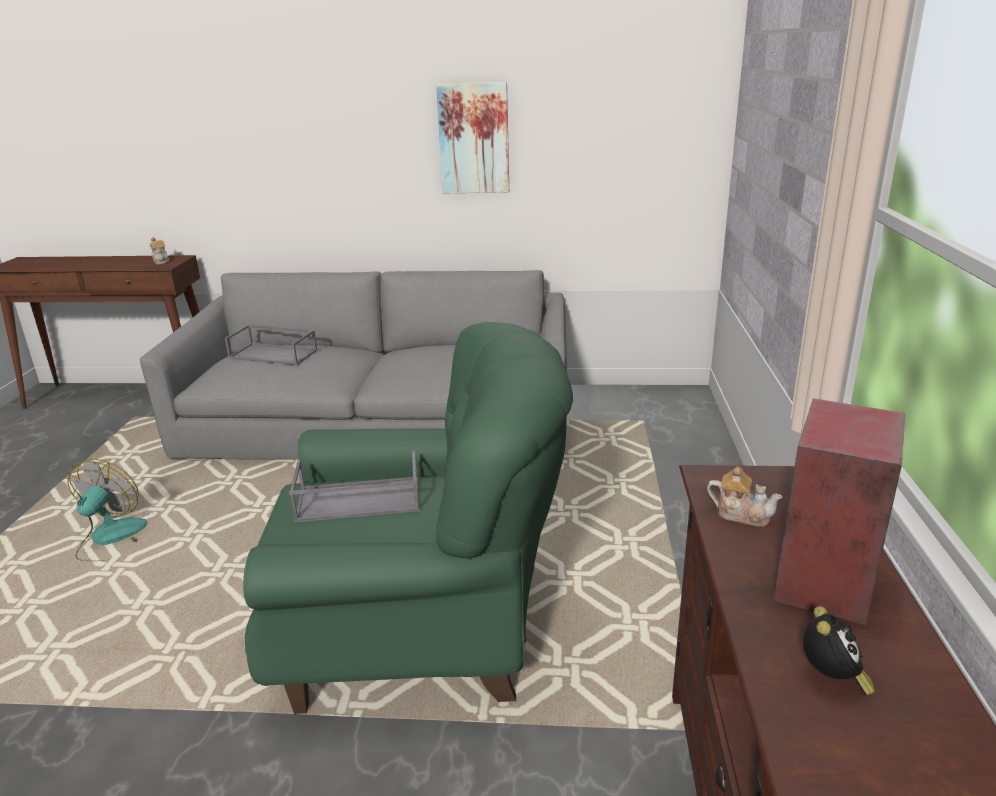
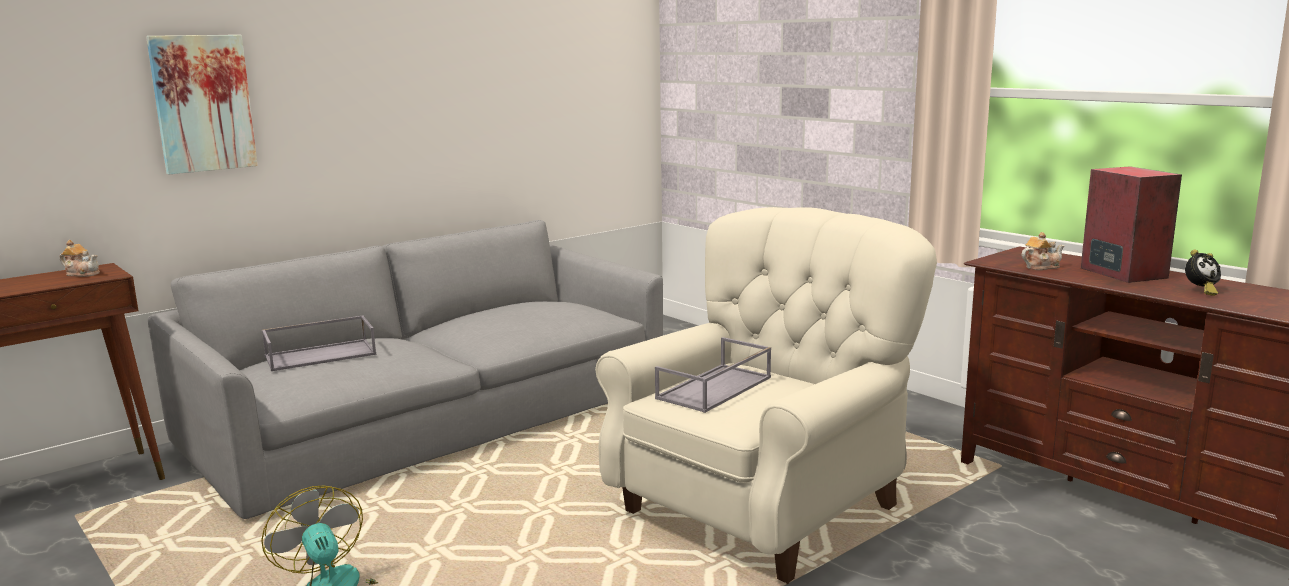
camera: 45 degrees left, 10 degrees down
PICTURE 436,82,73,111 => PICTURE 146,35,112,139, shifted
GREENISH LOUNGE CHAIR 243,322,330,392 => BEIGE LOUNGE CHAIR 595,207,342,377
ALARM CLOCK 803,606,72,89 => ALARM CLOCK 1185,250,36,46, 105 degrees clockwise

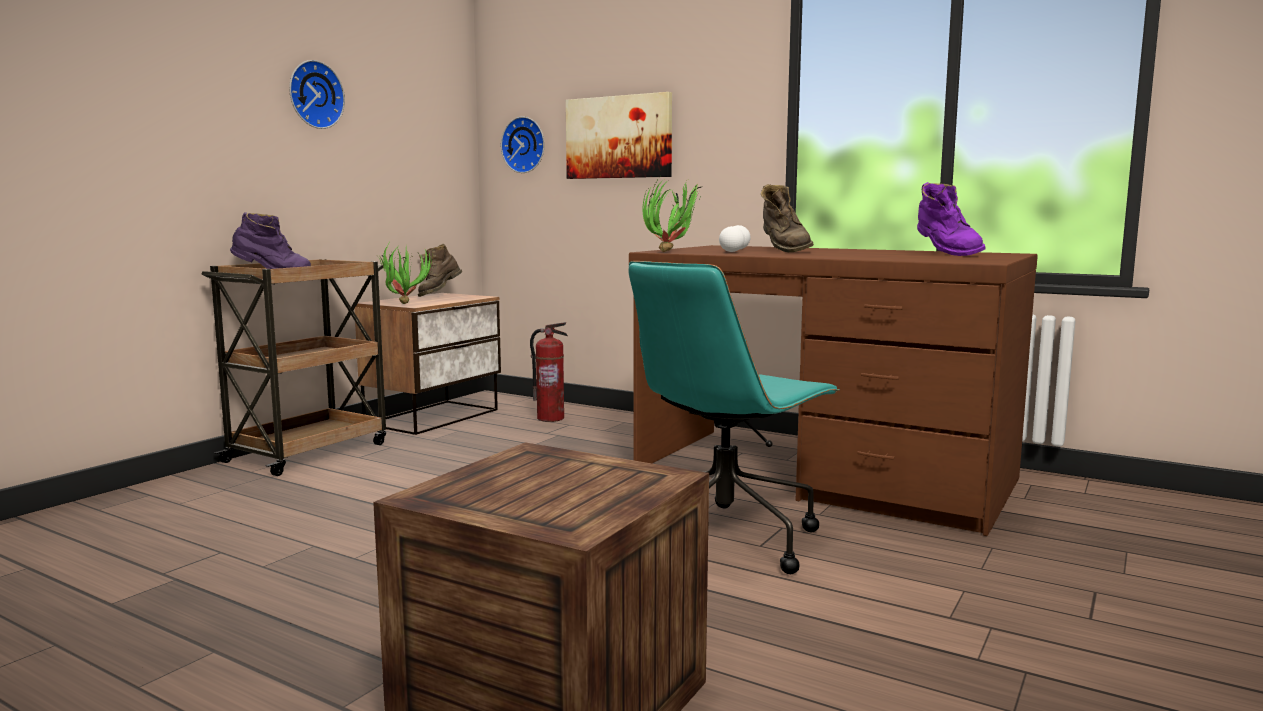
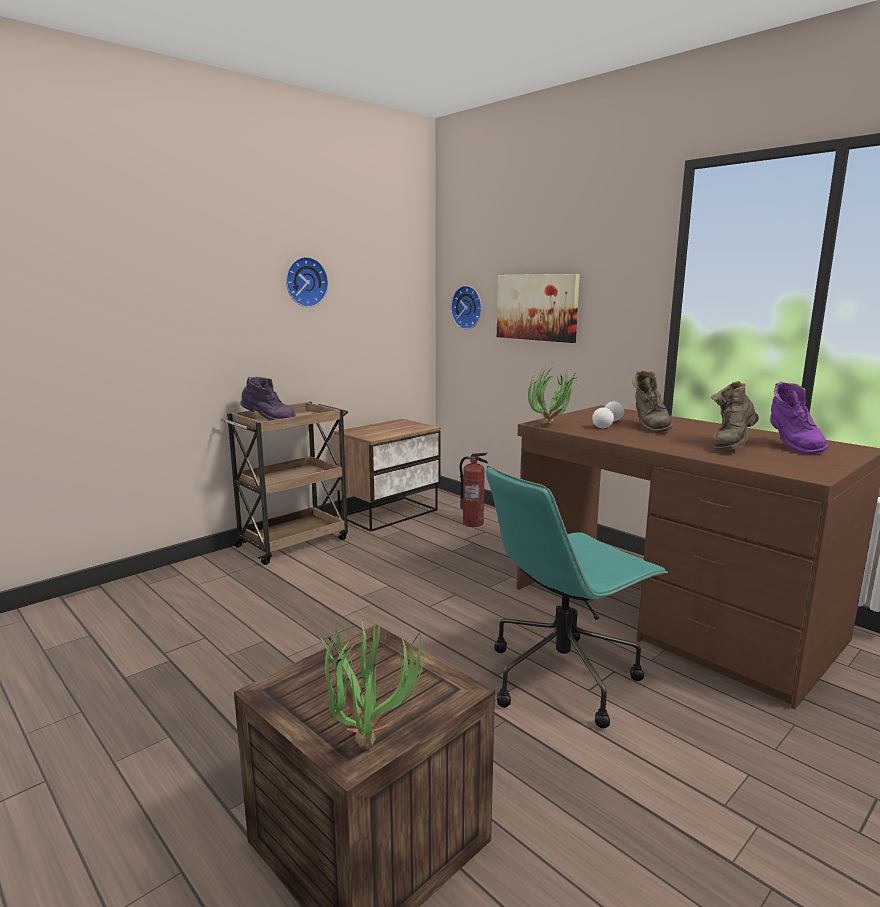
camera: 15 degrees right, 5 degrees up
POTTED PLANT 378,244,55,60 => POTTED PLANT 319,619,107,131, shifted
BROWN-COLOURED HIGH-TOP BOOT 418,244,44,53 => BROWN-COLOURED HIGH-TOP BOOT 711,381,48,70, shifted

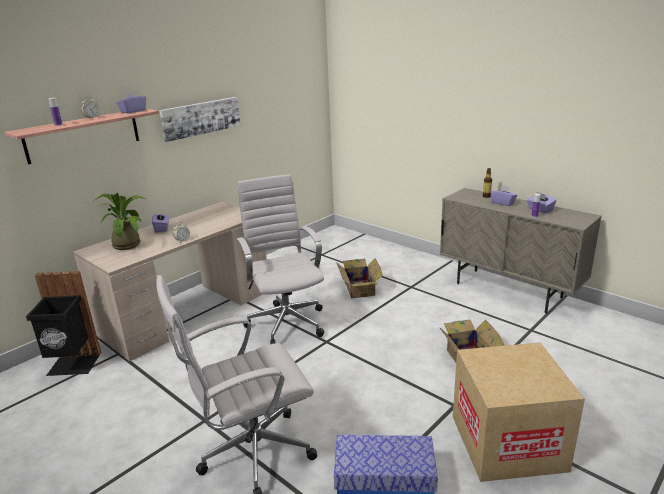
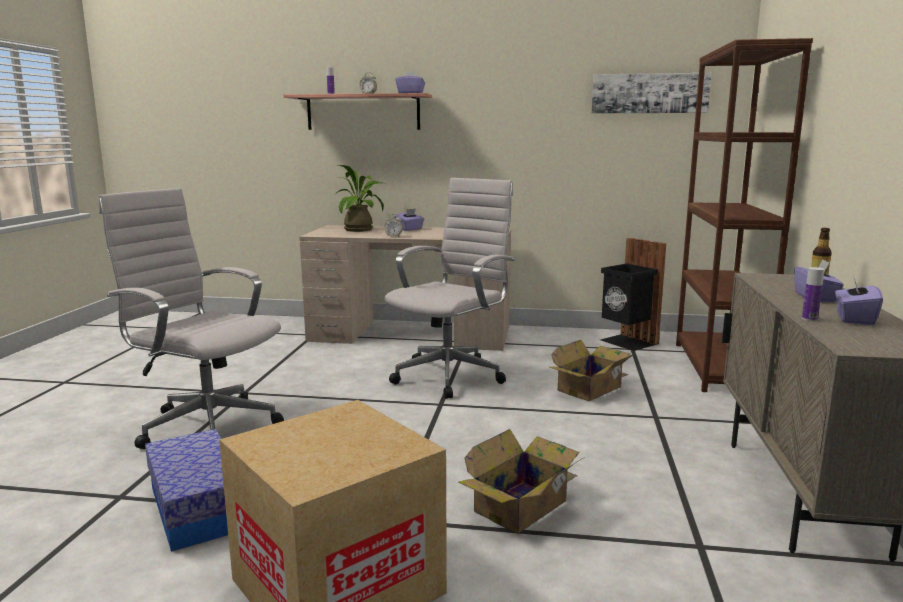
camera: 55 degrees right, 10 degrees down
nothing => BROWN-COLOURED BOOKCASE 676,38,137,354
BLACK TRASH CAN 26,271,75,105 => BLACK TRASH CAN 601,238,65,113, shifted
PICTURE 159,97,81,45 => PICTURE 591,73,120,40, shifted

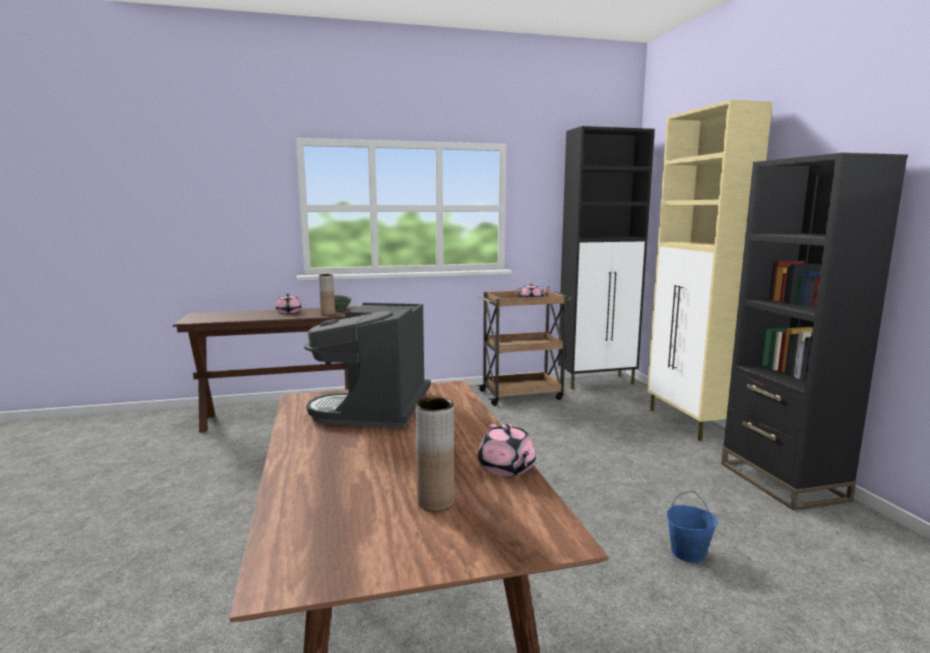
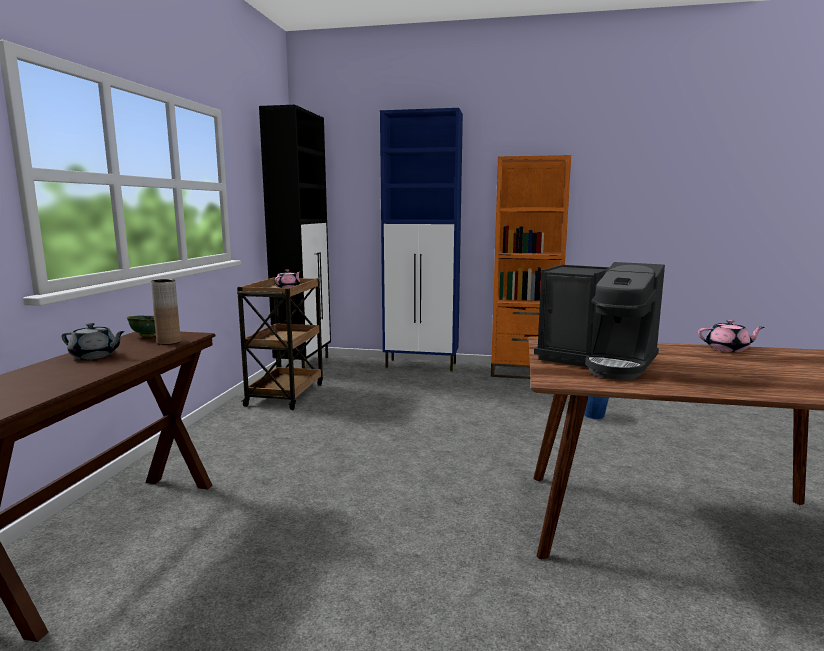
camera: 65 degrees left, 0 degrees up
BROWN-COLOURED VASE 415,397,39,114 => nothing
PINKISH TEAPOT 276,293,25,20 => GRAY TEAPOT 62,323,63,37
BEIGE CUPBOARD 647,100,125,341 => BLUE-COLOURED CUPBOARD 380,108,83,263
BLACK BOOKCASE 721,153,187,358 => ORANGE BOOKCASE 491,155,80,224

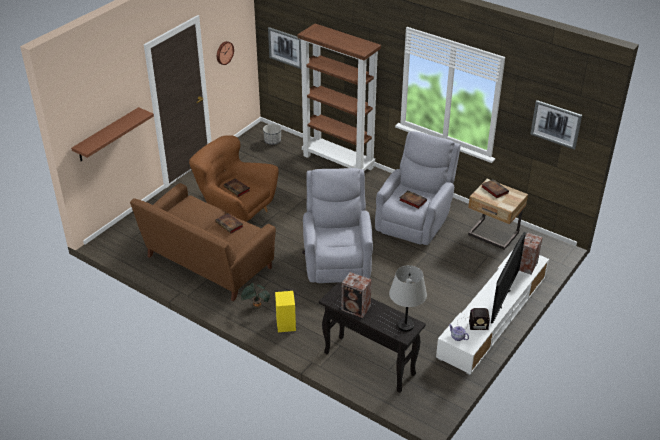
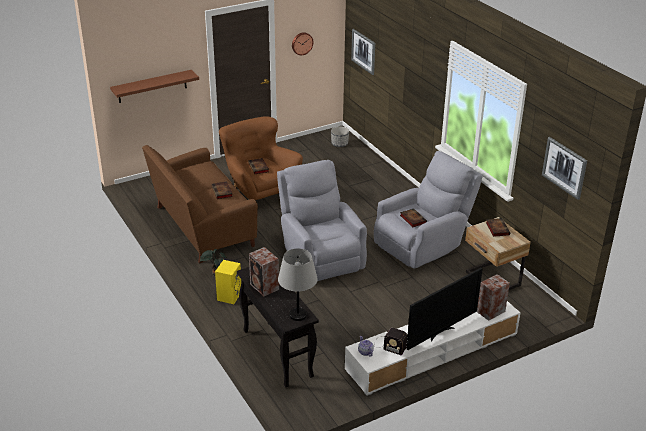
camera: 25 degrees right, 5 degrees down
BROWN-COLOURED BOOKCASE 297,24,84,147 => nothing
GRAY LOUNGE CHAIR 302,168,71,115 => GRAY LOUNGE CHAIR 277,160,90,121, 45 degrees counterclockwise

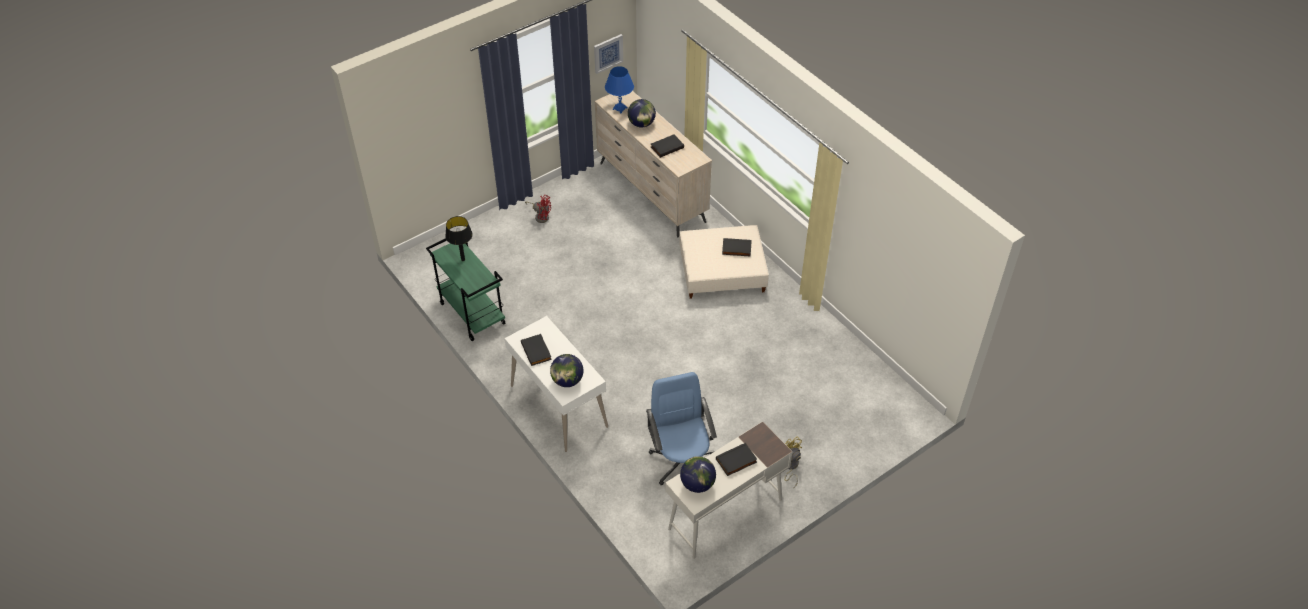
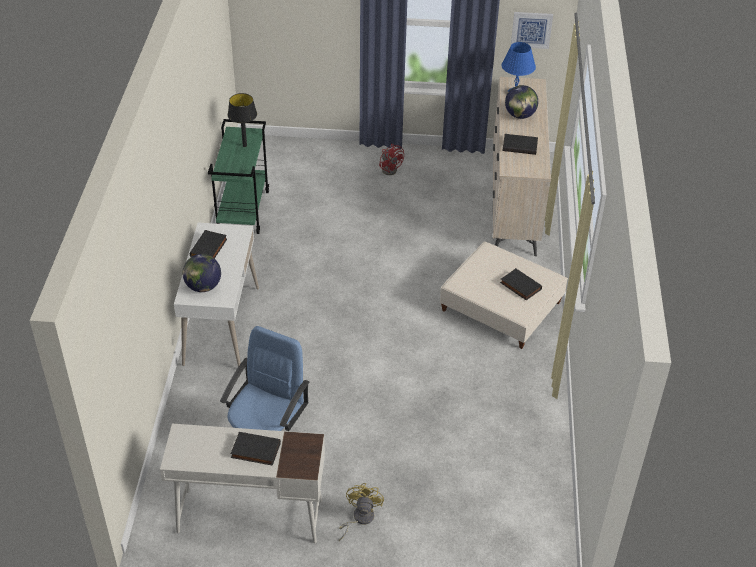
camera: 40 degrees right, 5 degrees down
WORLD GLOBE 680,456,36,37 => nothing

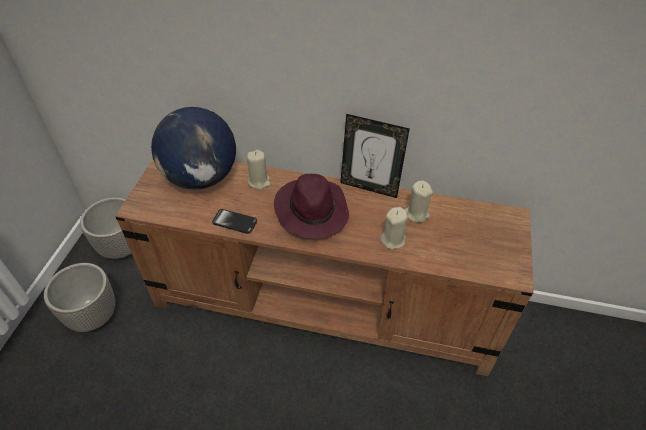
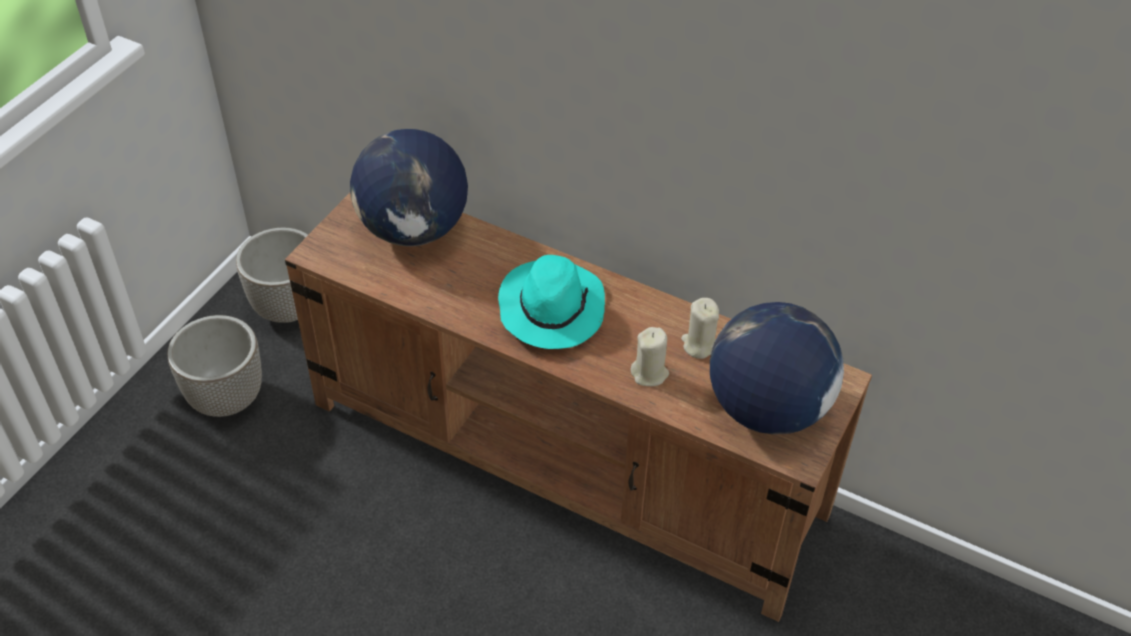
camera: 15 degrees right, 0 degrees up
TELEPHONE 212,209,45,25 => nothing
BEIGE CANDLE 247,150,24,40 => nothing
PICTURE FRAME 340,114,70,84 => nothing
nothing => WORLD GLOBE 710,302,134,133
PURPLISH WEARABLE HAT 274,174,75,65 => TURQUOISE-COLOURED WEARABLE HAT 498,255,107,94

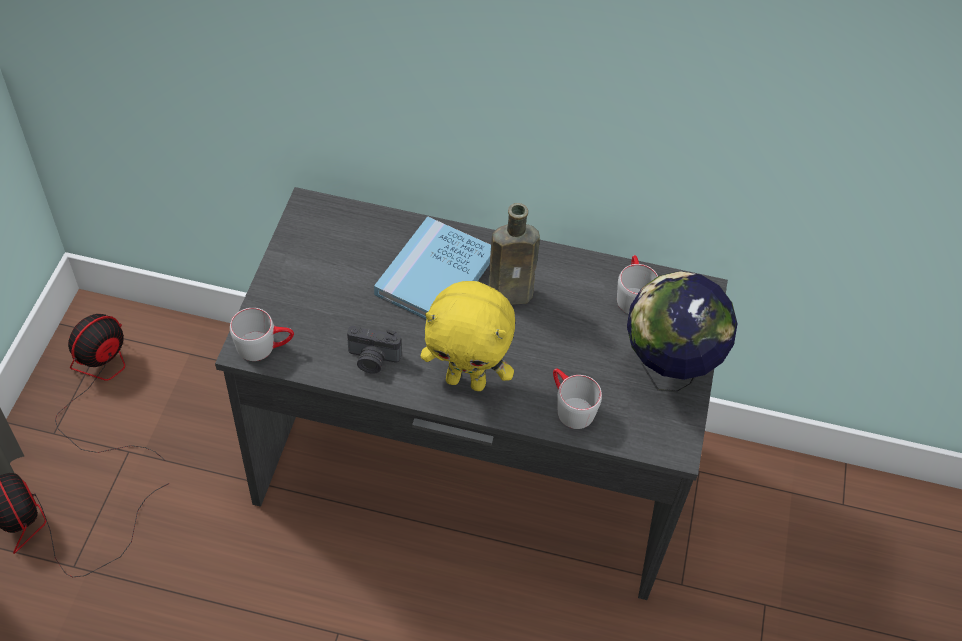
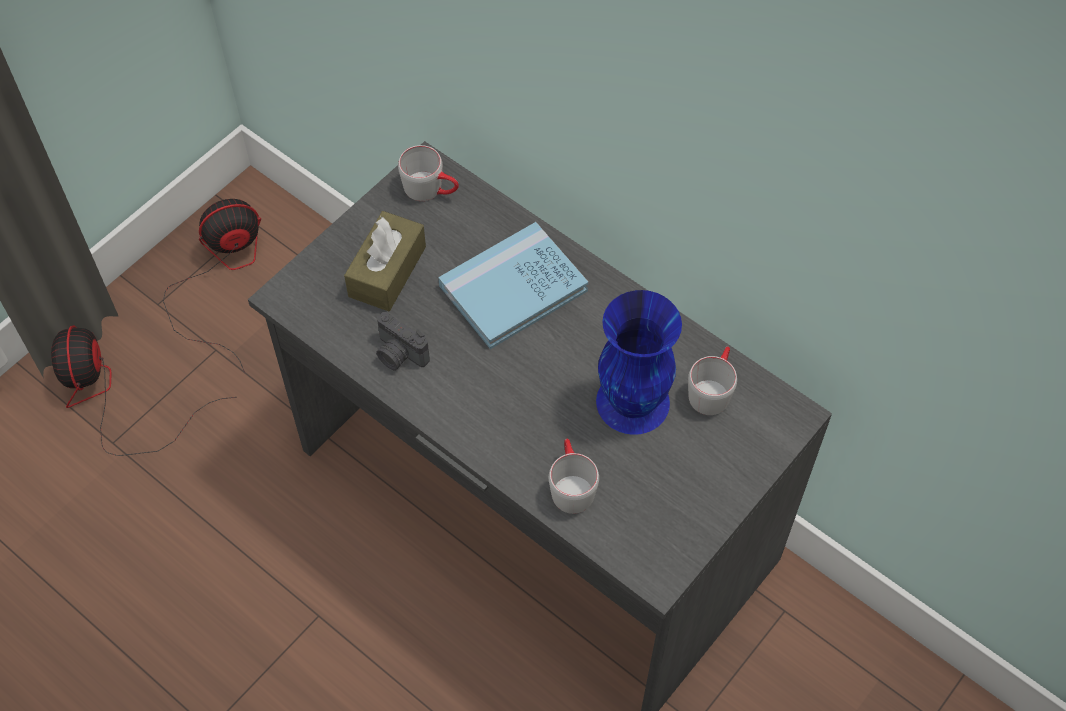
camera: 30 degrees right, 5 degrees up
YELLOWISH PLUSH TOY 420,281,95,110 => nothing
BROWN-COLOURED BEVERAGE BOTTLE 488,203,52,102 => nothing
WORLD GLOBE 627,271,111,122 => nothing
nothing => BROWN-COLOURED BOX OF TISSUES 344,211,82,100
nothing => BLUE-COLOURED VASE 596,290,86,145
GRAY MUG 230,308,64,53 => GRAY MUG 398,145,61,56, shifted

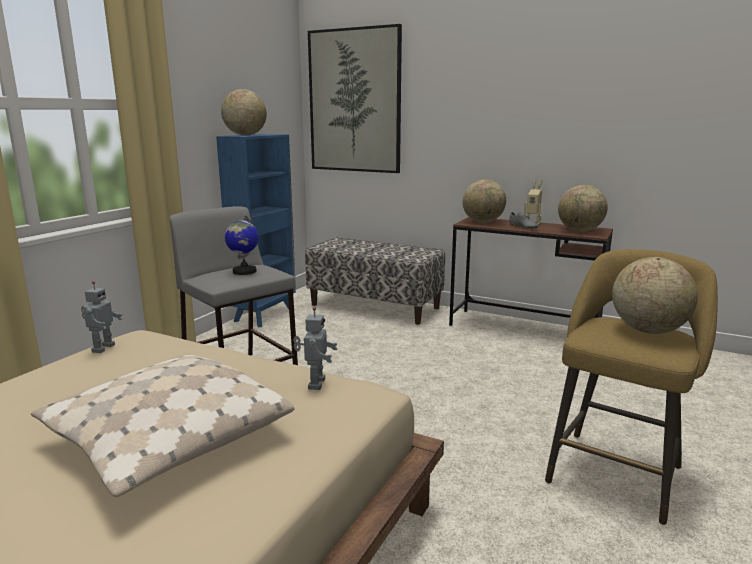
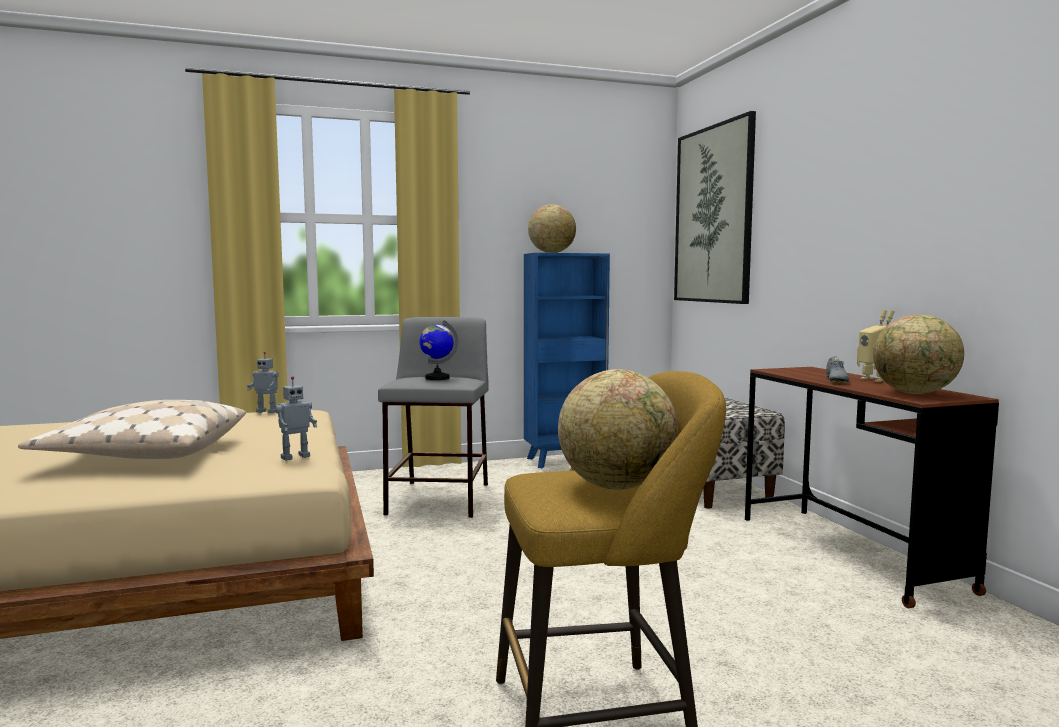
camera: 45 degrees right, 10 degrees down
WORLD GLOBE 462,179,44,44 => nothing
ROBOT FIGURE 81,281,42,72 => ROBOT FIGURE 247,352,32,61, 45 degrees clockwise

